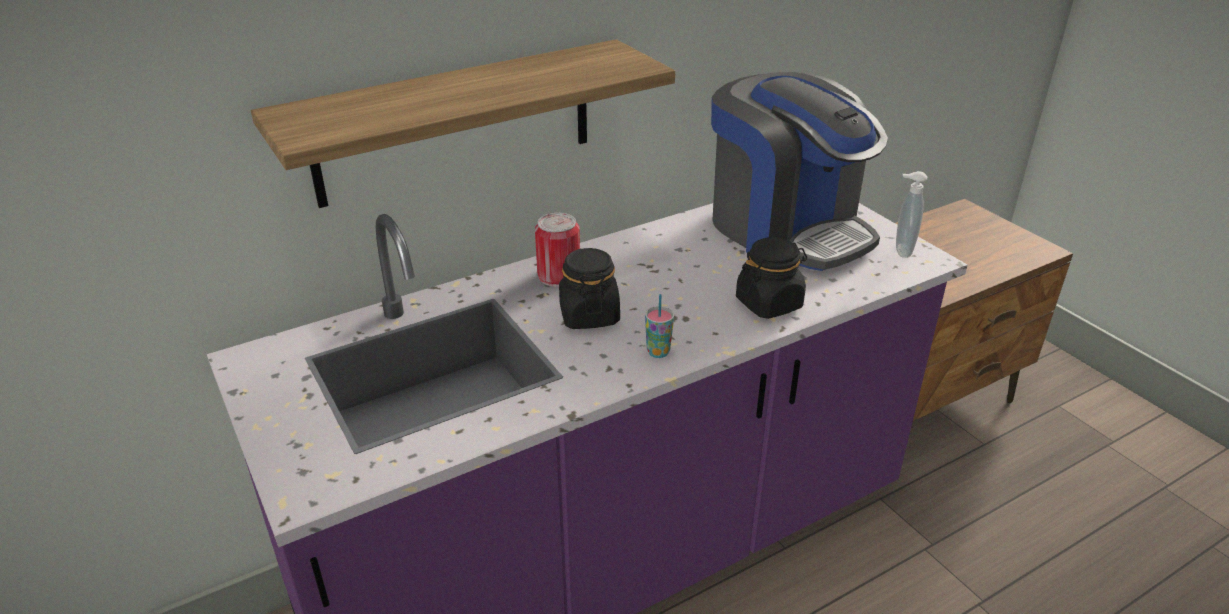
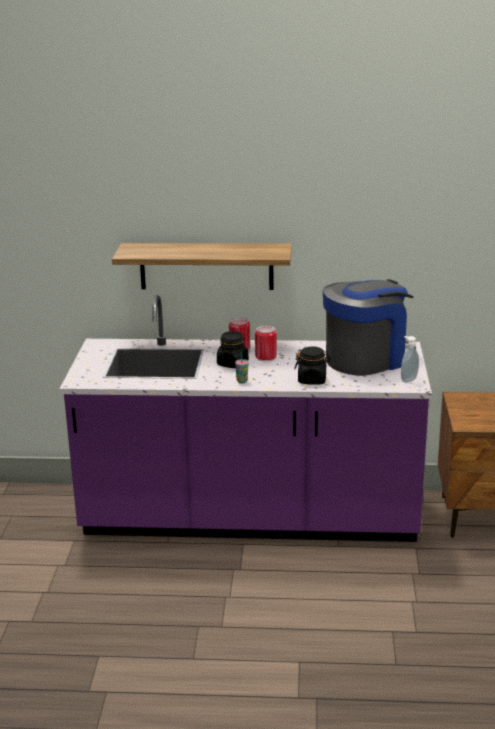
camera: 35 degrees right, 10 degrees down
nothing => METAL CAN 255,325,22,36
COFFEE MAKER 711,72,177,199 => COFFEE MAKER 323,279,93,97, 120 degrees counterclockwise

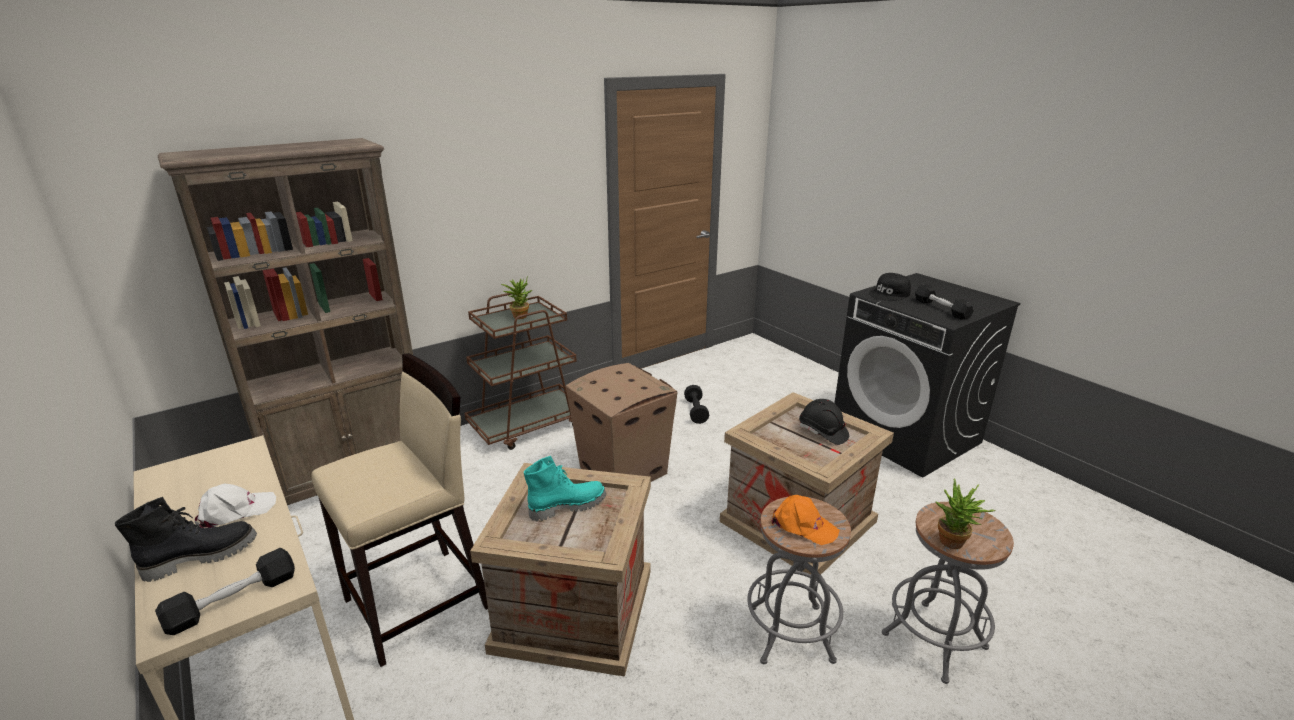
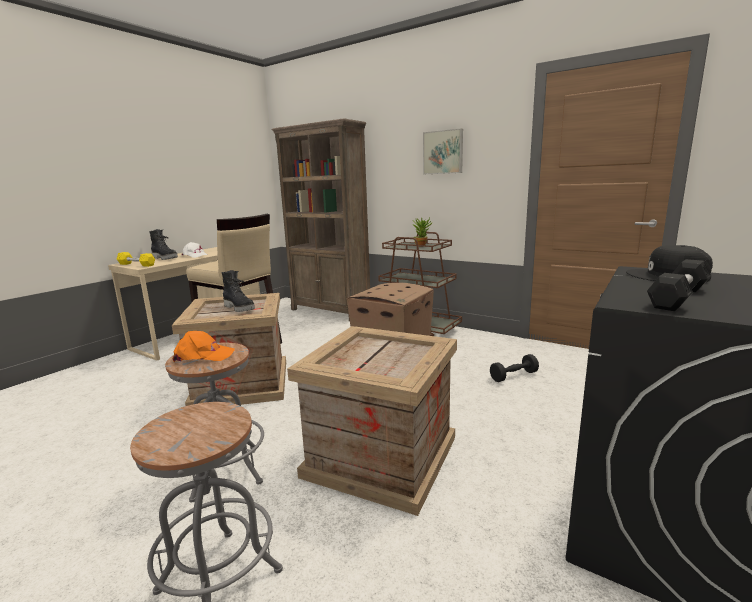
camera: 70 degrees right, 10 degrees down
BLACK WORK HELMET 799,399,50,46 => nothing
POTTED PLANT 935,479,61,70 => nothing
nothing => PICTURE 423,129,40,45
BLACK DUMBBELL 155,548,140,87 => YELLOWISH DUMBBELL 117,252,38,15
TURQUOISE-COLOURED HIGH-TOP BOOT 524,456,82,65 => BLACK HIGH-TOP BOOT 221,270,34,42
ORANGE CAP 772,495,68,50 => ORANGE CAP 172,331,63,31, 105 degrees counterclockwise

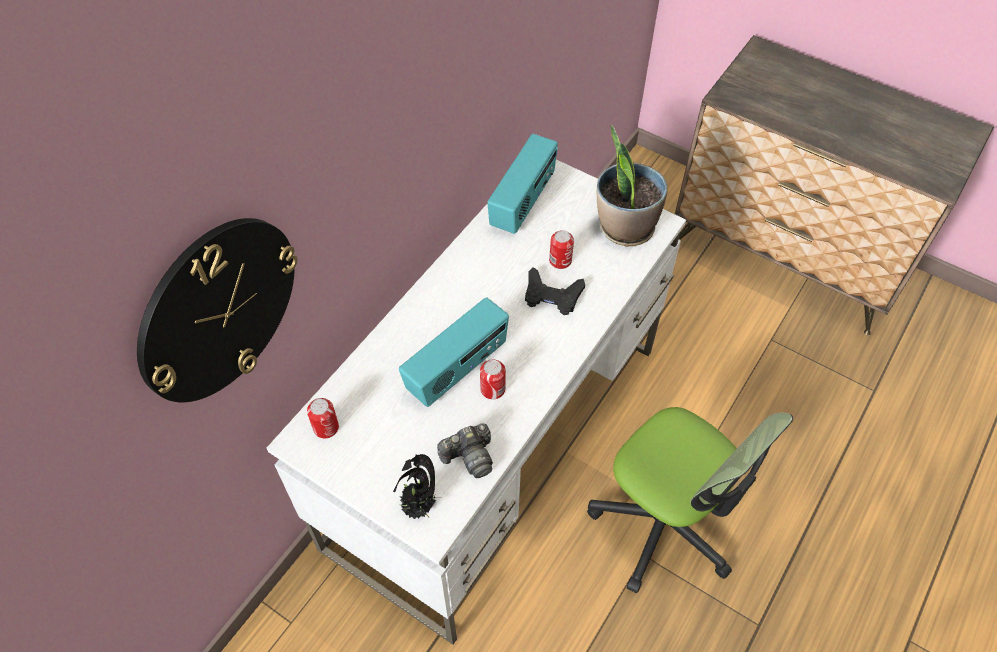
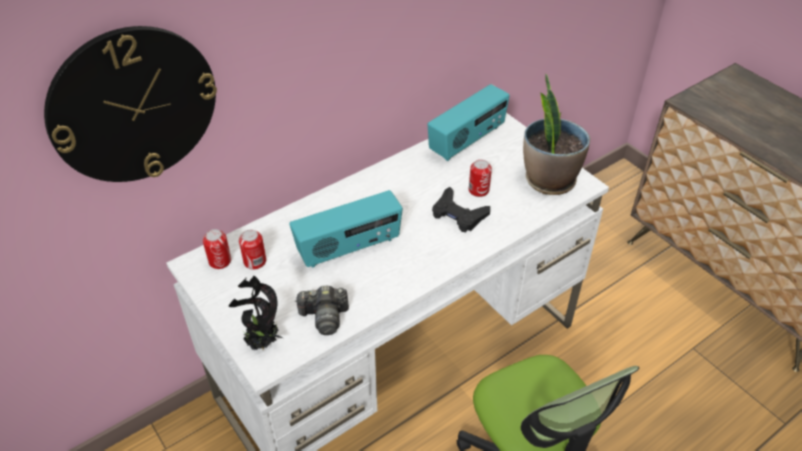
camera: 20 degrees right, 10 degrees down
METAL CAN 480,360,26,39 => METAL CAN 239,230,27,40, shifted

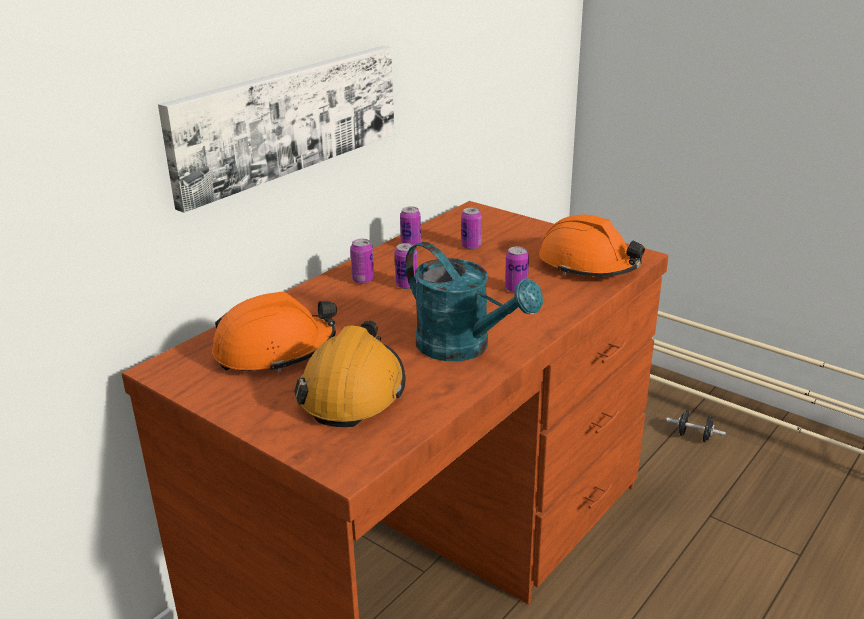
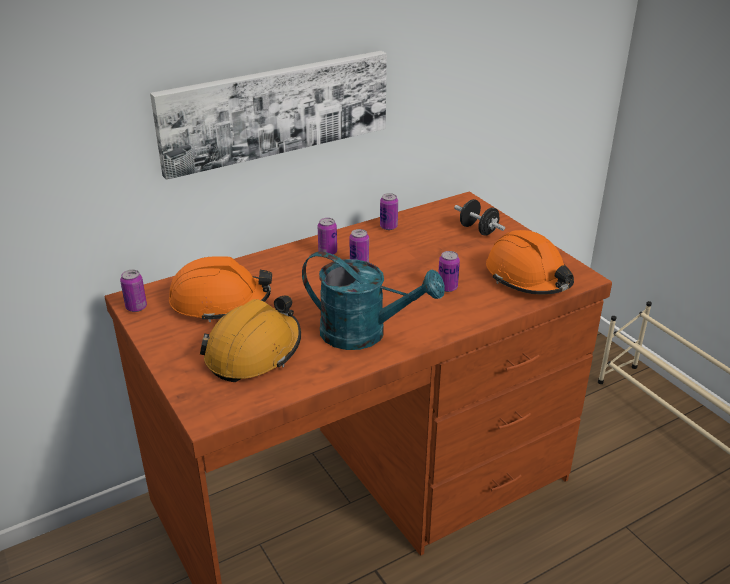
camera: 20 degrees right, 5 degrees up
METAL CAN 461,208,21,42 => METAL CAN 120,270,27,42, shifted
BLACK DUMBBELL 666,410,60,32 => BLACK DUMBBELL 454,199,51,37, shifted
TURQUOISE-COLOURED WATERING CAN 406,242,137,119 => TURQUOISE-COLOURED WATERING CAN 302,251,143,99, 45 degrees counterclockwise

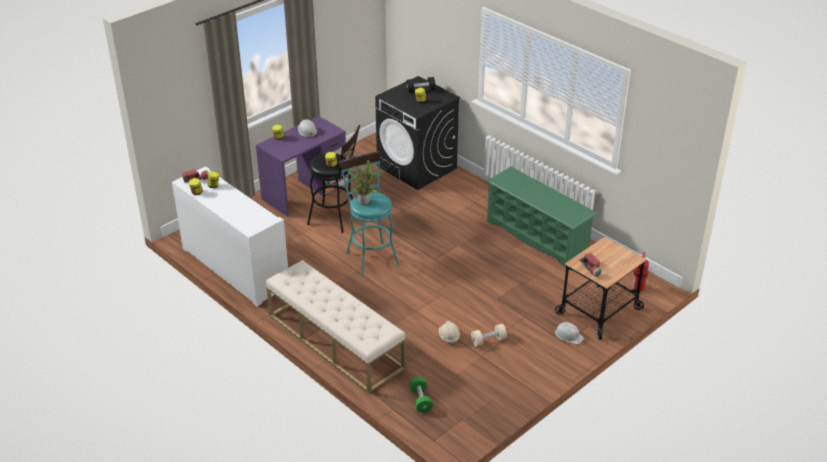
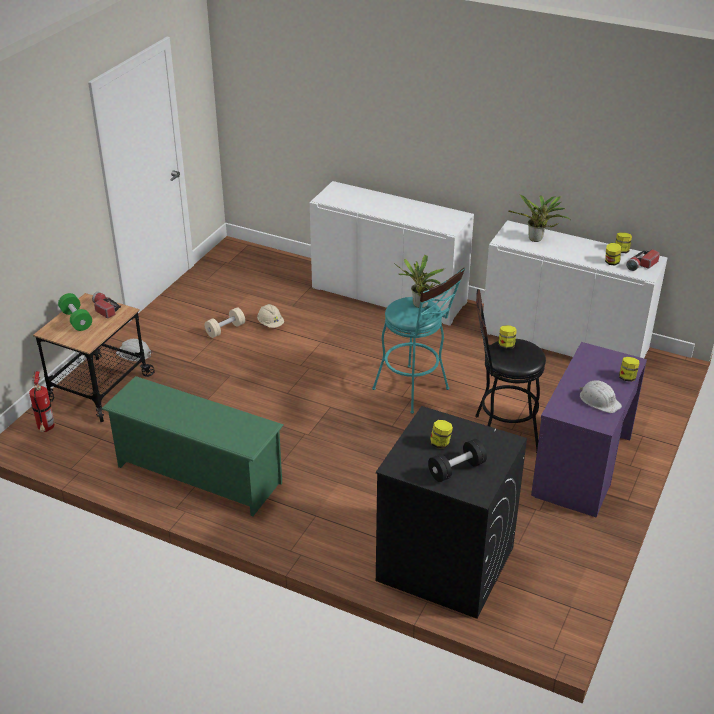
camera: 160 degrees right, 0 degrees up
nothing => POTTED PLANT 508,195,61,47
GREENISH DUMBBELL 409,377,24,36 => GREENISH DUMBBELL 58,293,34,38, shifted
BEIGE BENCH 266,260,140,133 => WHITE-COLOURED CUPBOARD 310,181,164,145

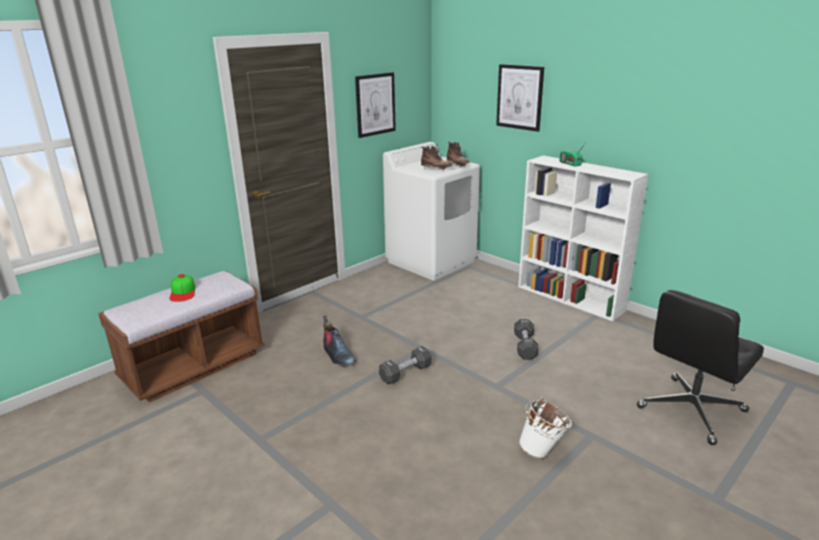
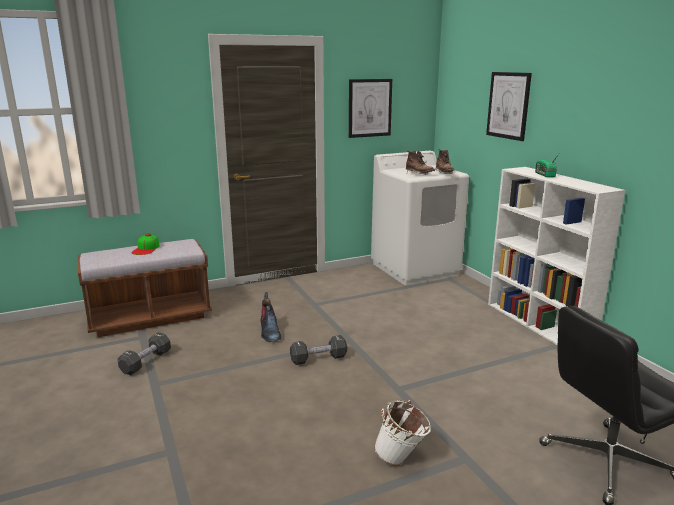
camera: 20 degrees right, 5 degrees down
BLACK DUMBBELL 514,319,25,41 => BLACK DUMBBELL 118,332,53,43, shifted

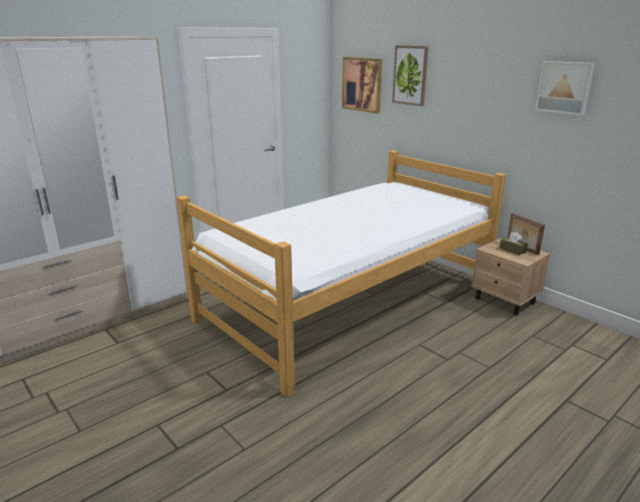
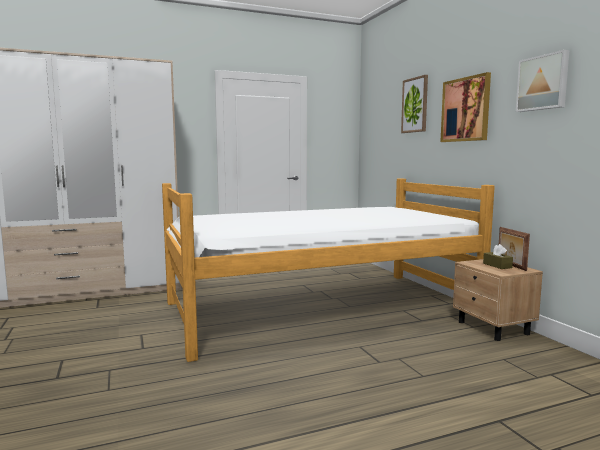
camera: 20 degrees right, 15 degrees down
PICTURE 342,57,40,57 => PICTURE 440,72,51,70, shifted

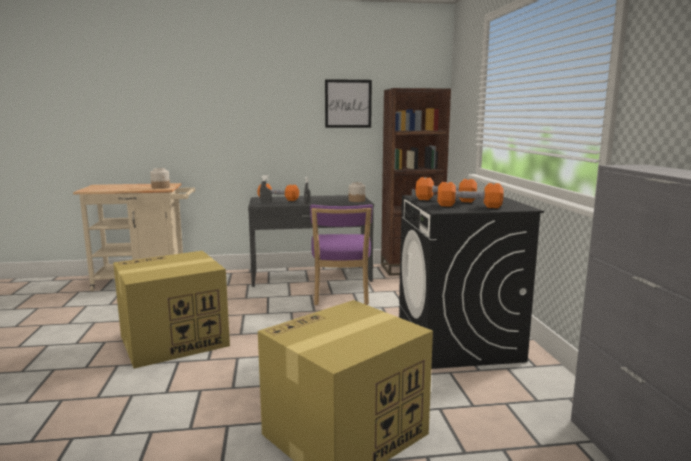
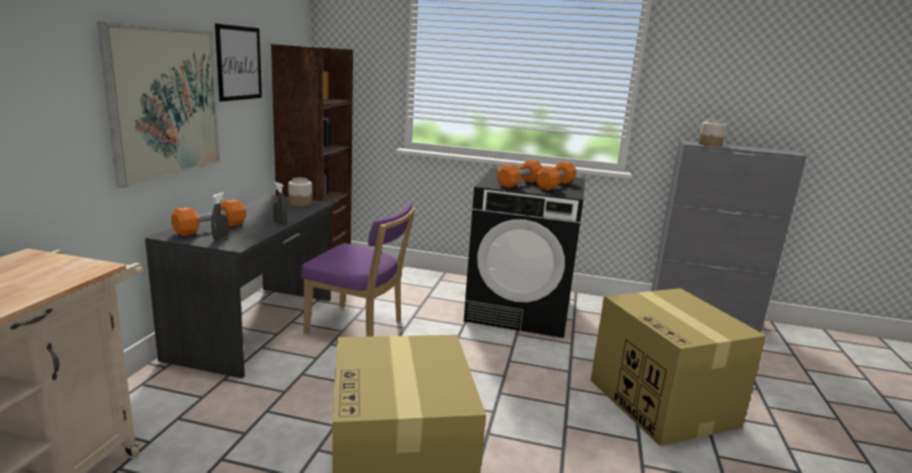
camera: 70 degrees left, 5 degrees up
nothing => PICTURE 97,22,123,166
JAR 150,168,20,21 => JAR 698,119,28,28, shifted

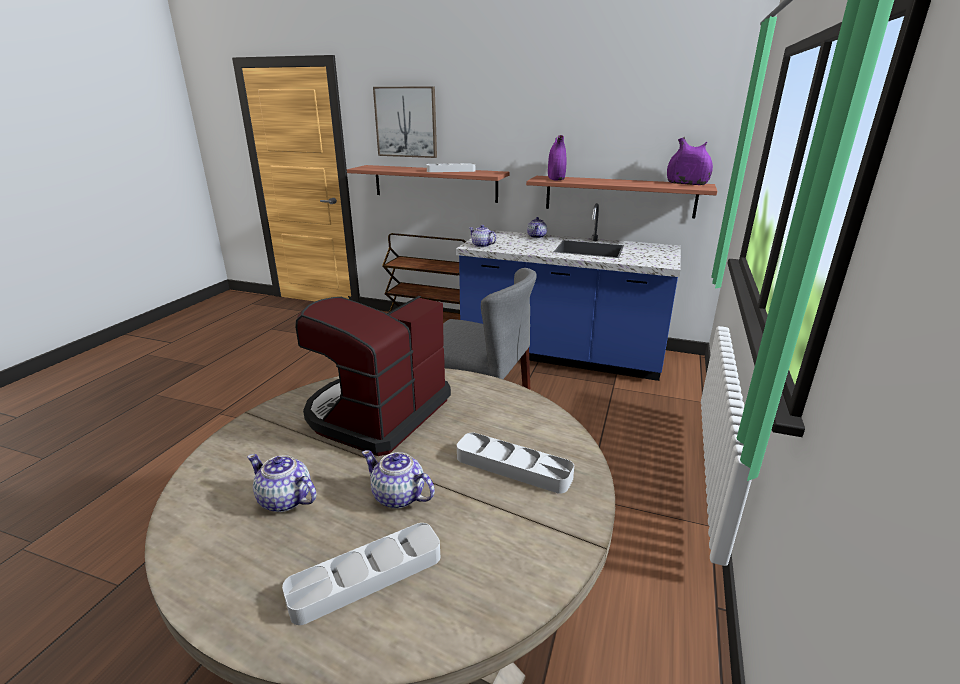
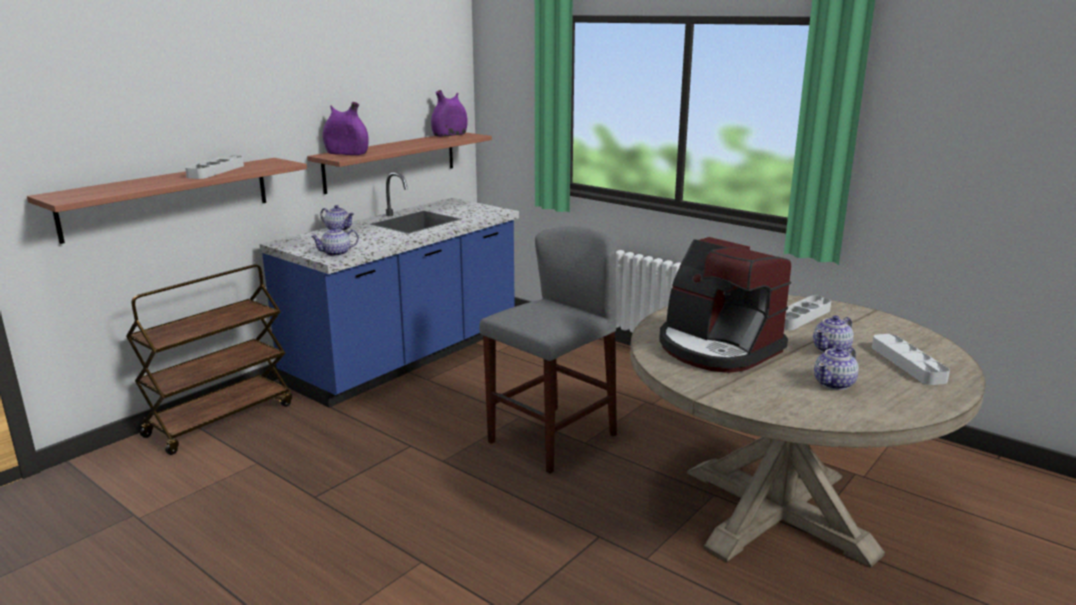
camera: 70 degrees left, 5 degrees down
PICTURE 373,86,64,72 => nothing

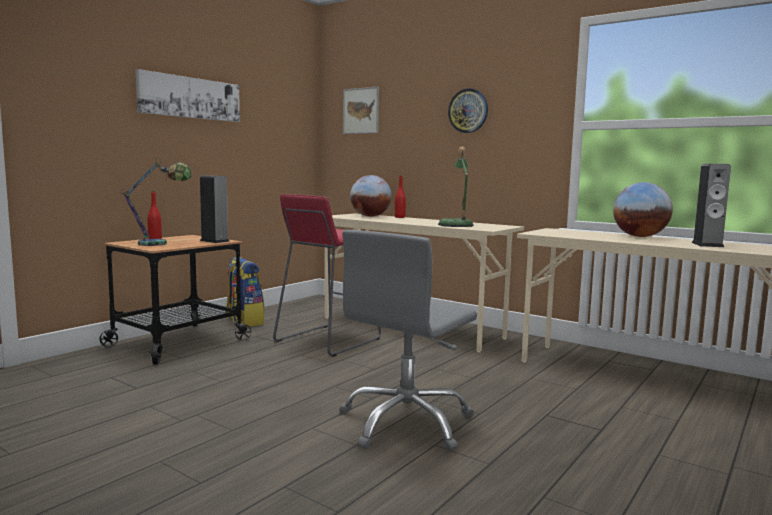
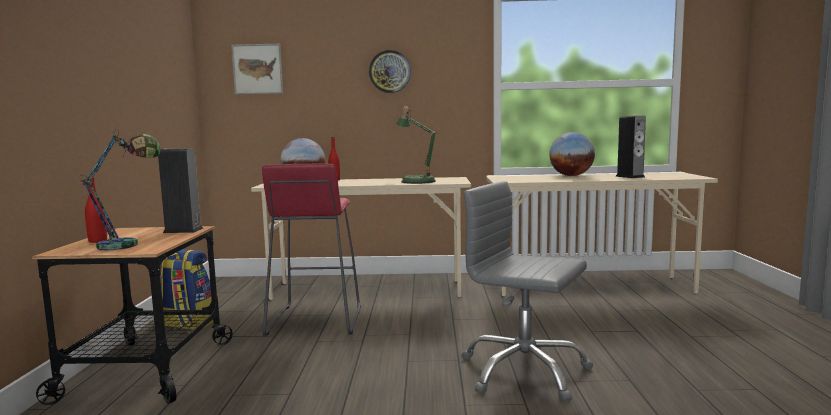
camera: 35 degrees left, 0 degrees up
PICTURE 136,69,104,53 => nothing
GRAY COMPUTER CHAIR 339,230,138,221 => GRAY COMPUTER CHAIR 462,181,131,221, 120 degrees clockwise

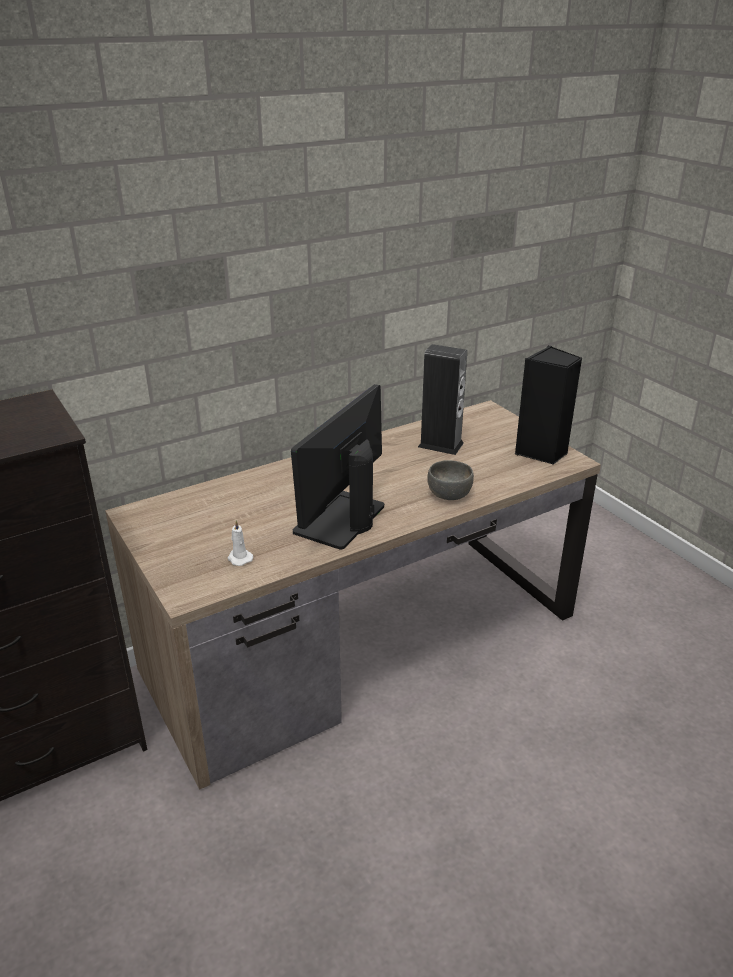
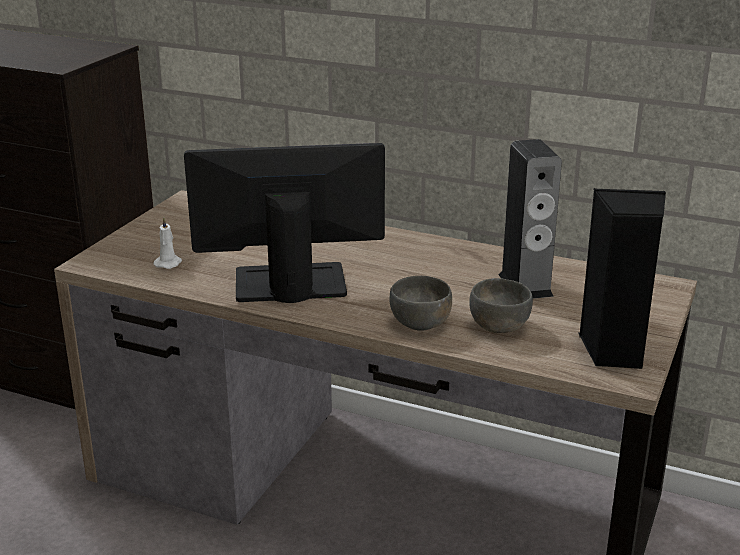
camera: 55 degrees right, 5 degrees down
nothing => GRAY DEEP DISH 469,278,64,55

